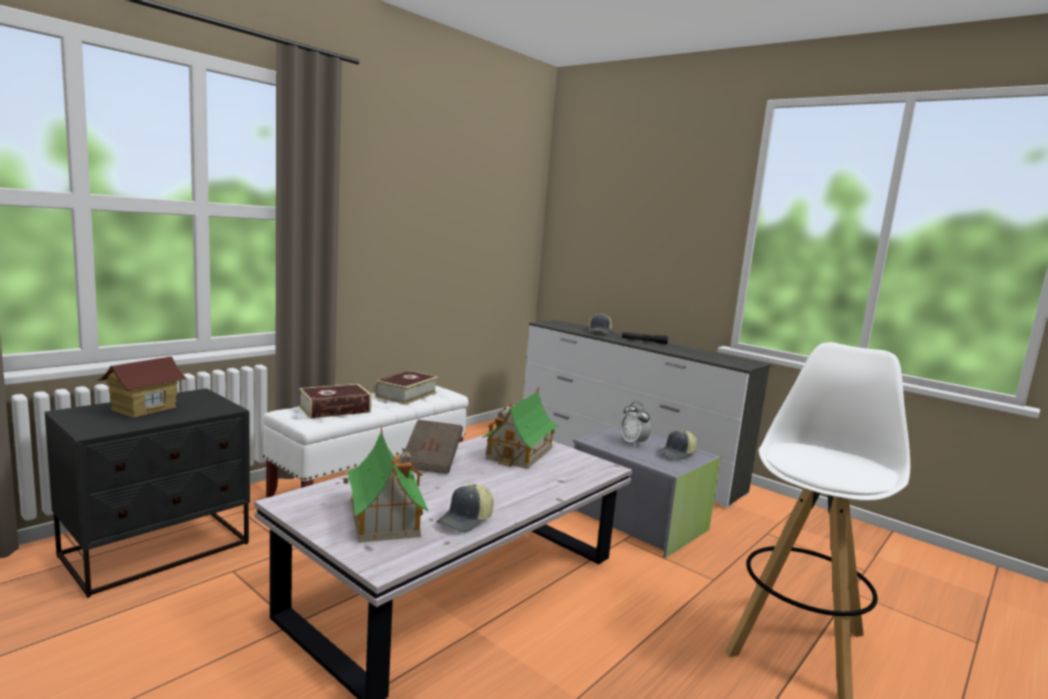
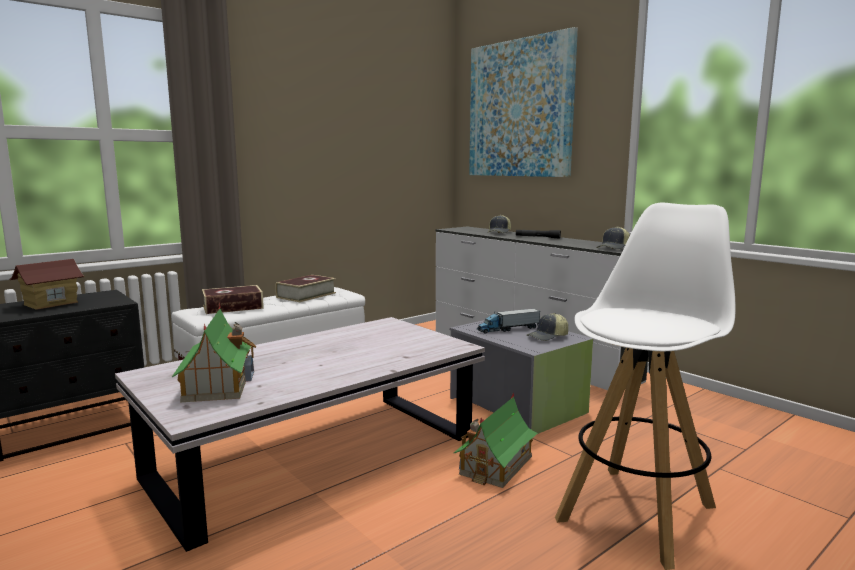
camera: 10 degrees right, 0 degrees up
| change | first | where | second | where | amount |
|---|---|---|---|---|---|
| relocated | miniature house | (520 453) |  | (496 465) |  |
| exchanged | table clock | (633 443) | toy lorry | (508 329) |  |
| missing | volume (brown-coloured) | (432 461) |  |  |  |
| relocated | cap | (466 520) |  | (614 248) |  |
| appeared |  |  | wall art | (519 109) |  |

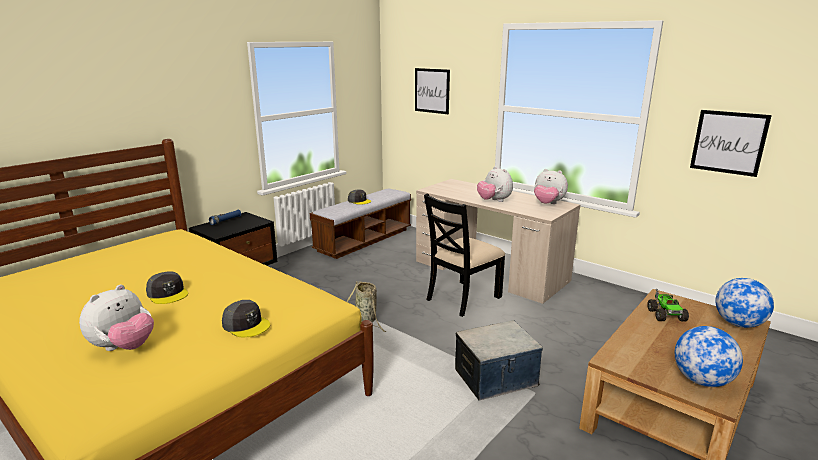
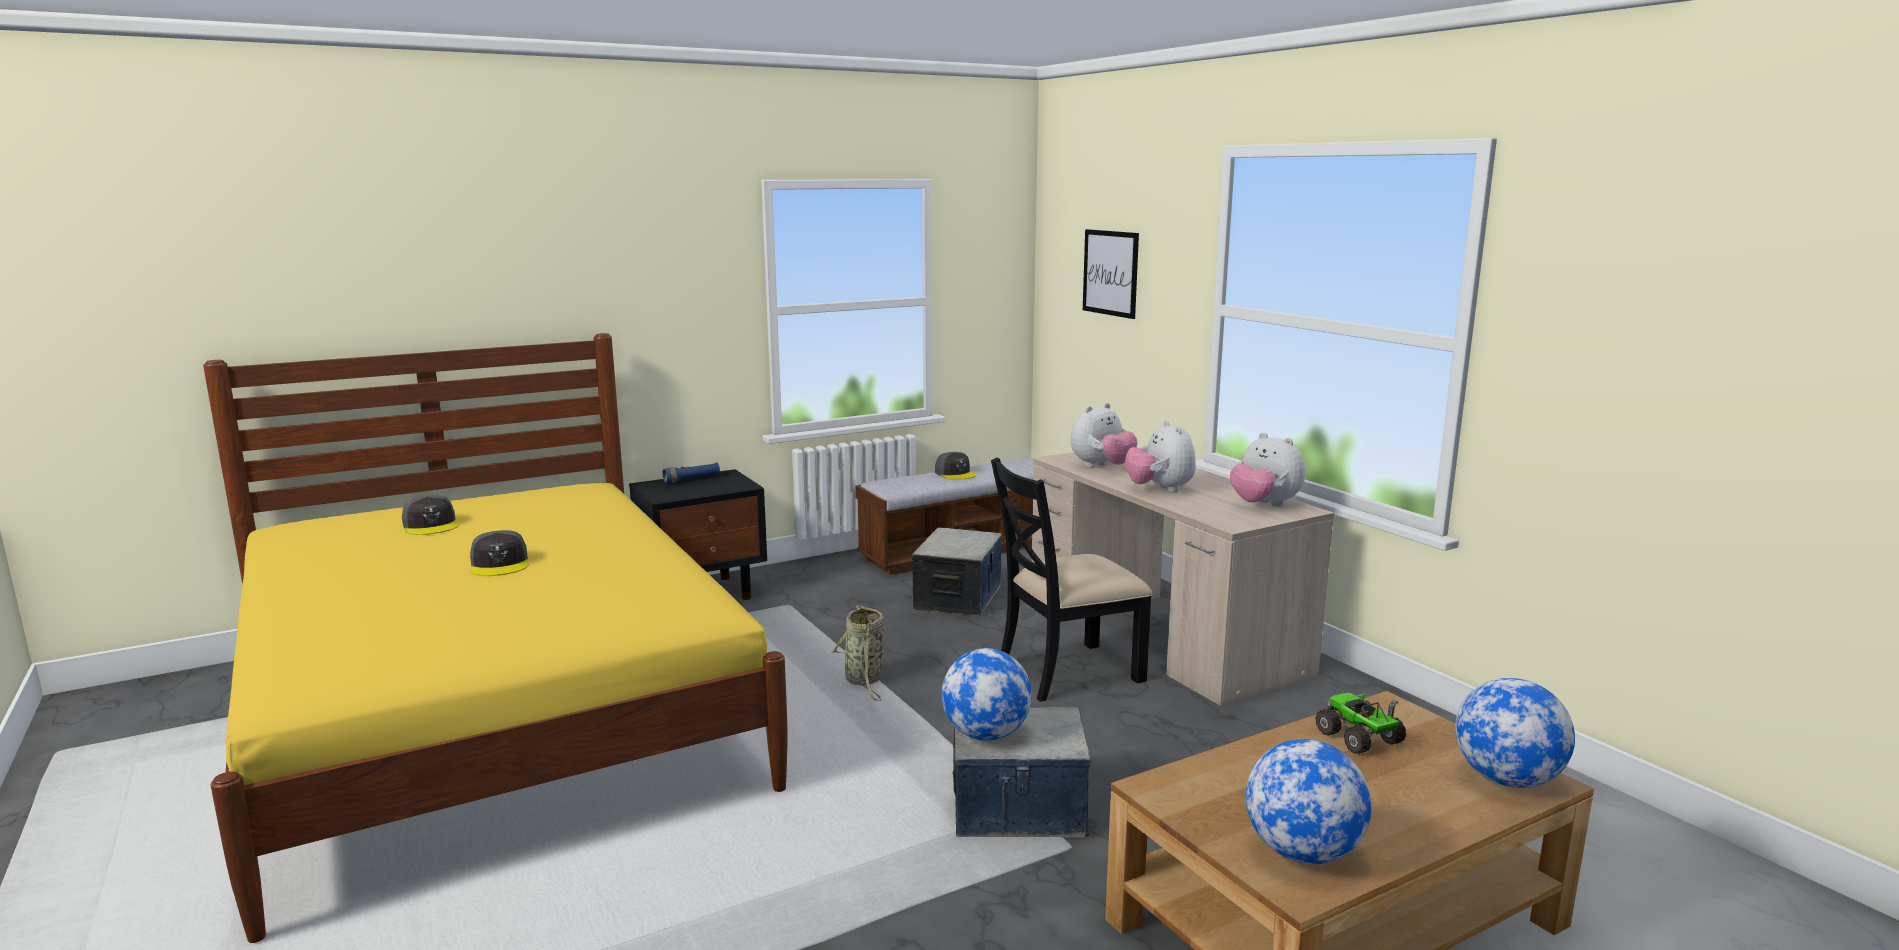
camera: 20 degrees right, 5 degrees down
| change | first | where | second | where | amount |
|---|---|---|---|---|---|
| missing | wall art | (728 142) |  |  |  |
| relocated | cuddly toy | (124 347) |  | (1102 467) |  |
| spun | toy lorry | (666 315) |  | (1359 738) | 135 degrees clockwise |
| relocated | cap (greyish) | (246 325) |  | (431 525) |  |
| appeared |  |  | storage bin | (959 598) |  |
| appeared |  |  | desk globe | (986 735) |  |

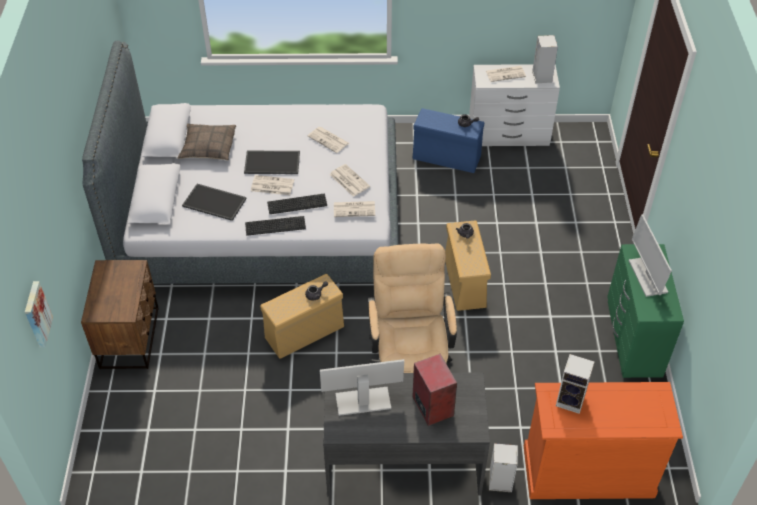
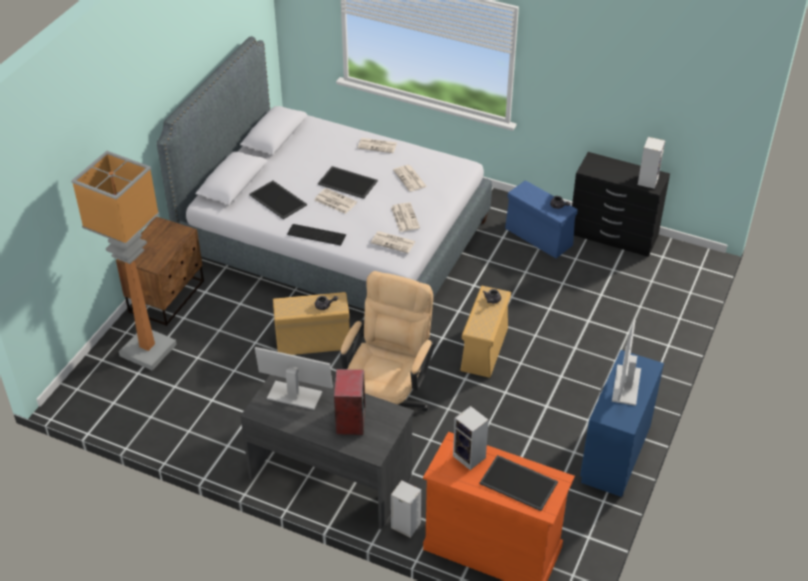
camera: 25 degrees right, 5 degrees down
| change | first | where | second | where | amount |
|---|---|---|---|---|---|
| colour | drawer chest (whitish) | (509 135) | drawer chest (blackish) | (613 235) |  |
| relocated | printed paper | (505 74) |  | (378 145) |  |
| missing | cushion | (208 147) |  |  |  |
| missing | computer keyboard | (296 203) |  |  |  |
| colour | drawer chest (greenish) | (633 339) | drawer chest (blue-coloured) | (614 453) |  |
| missing | wall art | (36 314) |  |  |  |
| appeared |  |  | floor lamp | (148 349) |  |
| appeared |  |  | serving tray | (519 482) |  |

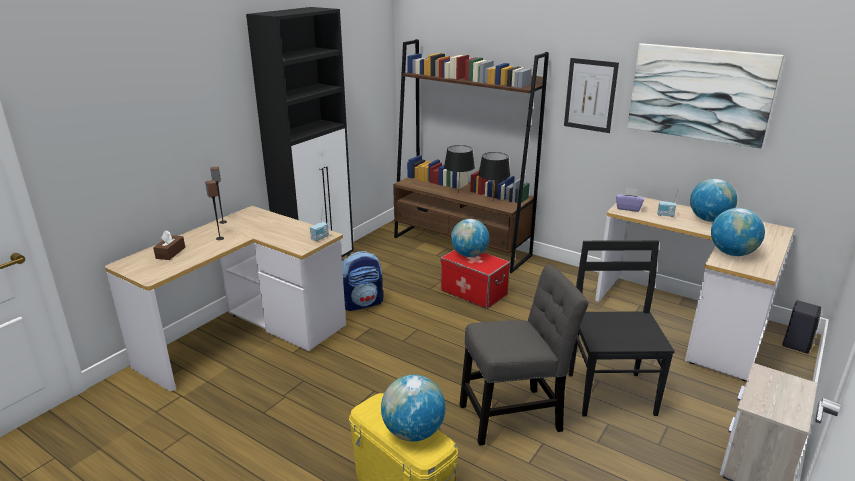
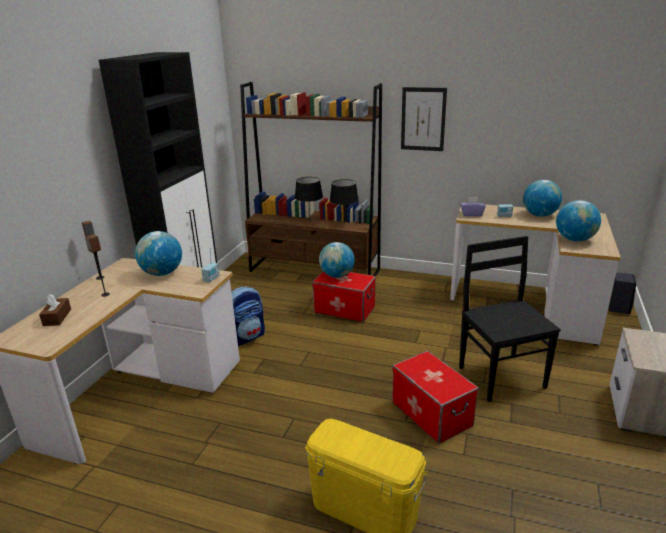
camera: 15 degrees left, 0 degrees up
| change | first | where | second | where | amount |
|---|---|---|---|---|---|
| missing | wall art | (699 94) |  |  |  |
| exchanged | chair (greyish) | (515 415) | storage bin | (432 413) |  |
| relocated | desk globe | (413 432) |  | (162 273) |  |

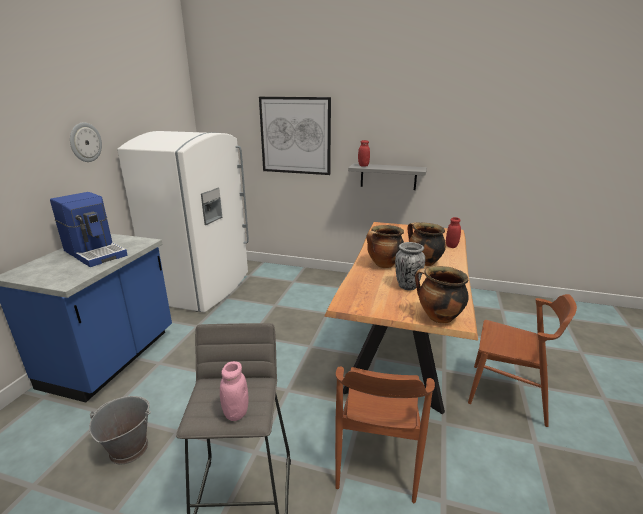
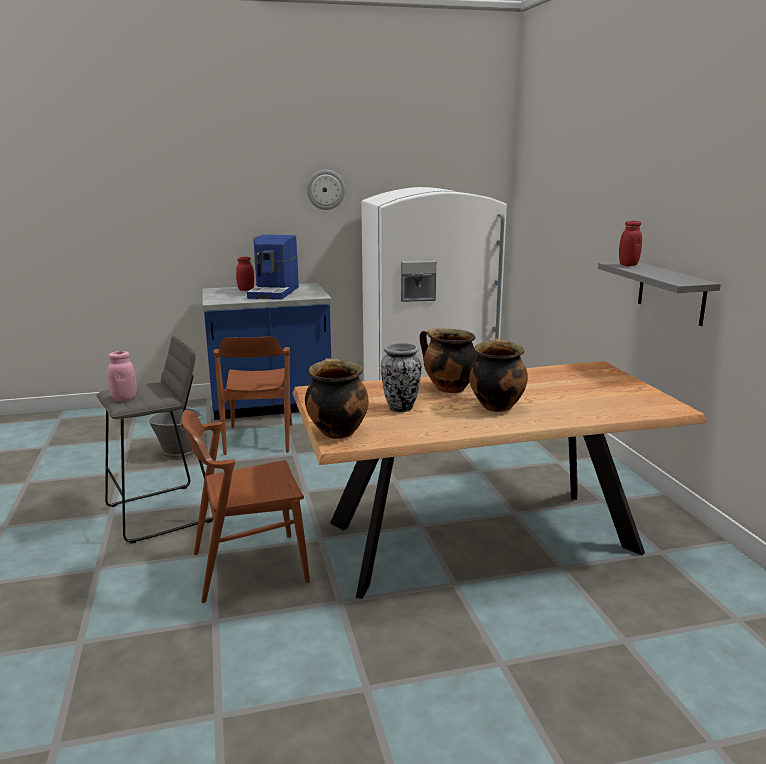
camera: 60 degrees right, 5 degrees down
| change | first | where | second | where | amount |
|---|---|---|---|---|---|
| missing | wall art | (295 136) |  |  |  |
| relocated | storage jar (red-coloured) | (451 246) |  | (246 290) |  |
| relocated | chair (brown-coloured) | (508 394) |  | (259 439) |  |

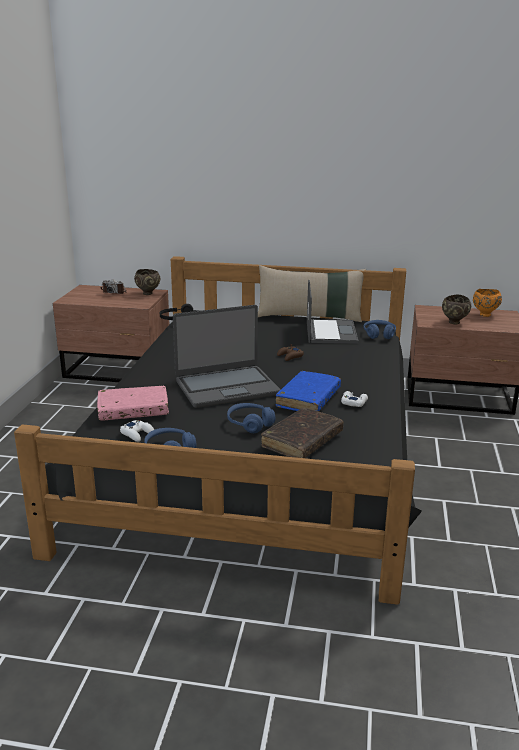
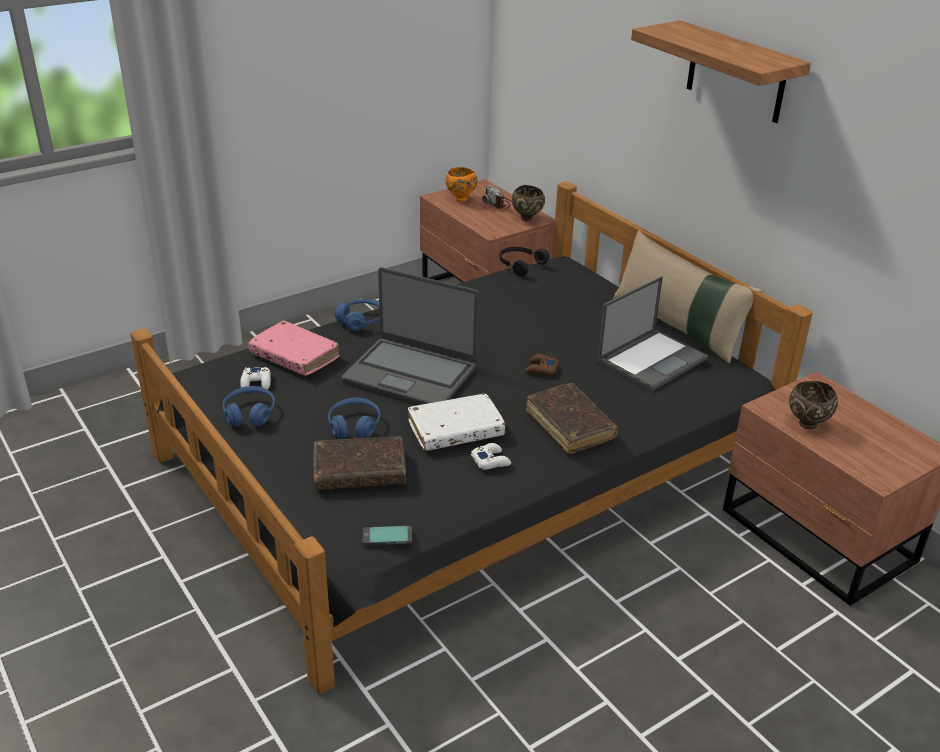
camera: 45 degrees right, 10 degrees up
| change | first | where | second | where | amount |
|---|---|---|---|---|---|
| relocated | deep dish (orange-coloured) | (484 315) |  | (460 199) |  |
| relocated | pair of headphones (blue-coloured) | (379 334) |  | (361 321) |  |
| colour | volume (blue-coloured) | (308 399) | volume (whitish) | (455 430) |  |
| appeared |  |  | shelf | (736 73) |  |
| appeared |  |  | volume (brown-coloured) | (570 426) |  |
| appeared |  |  | handset | (387 536) |  |

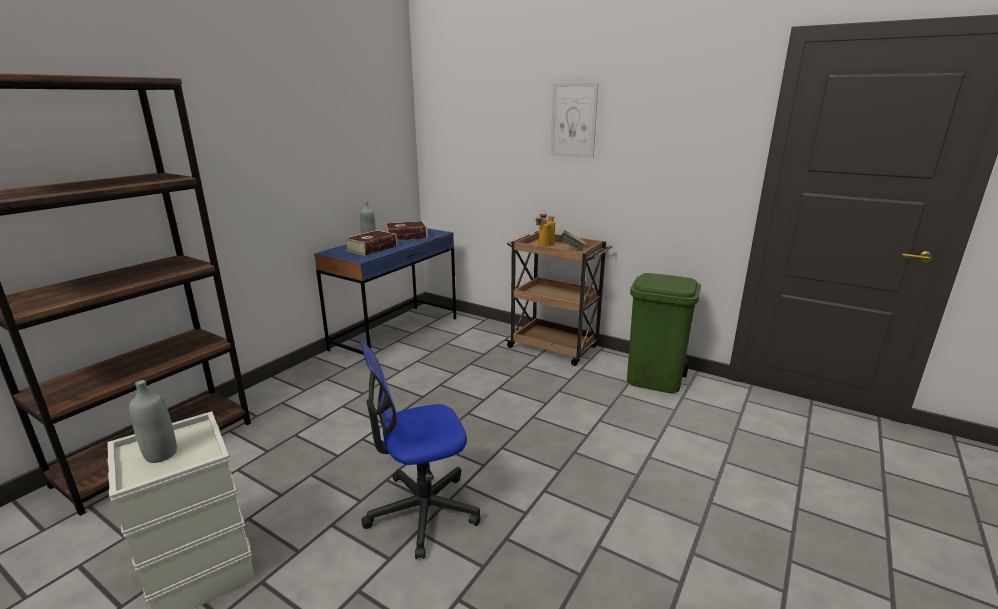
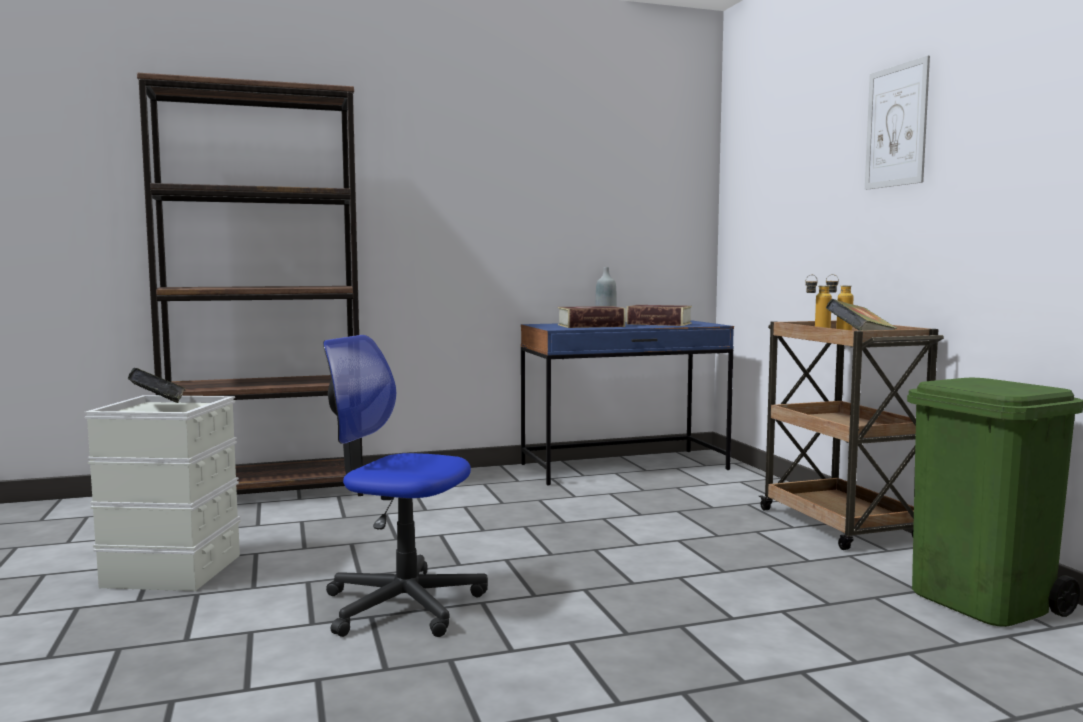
camera: 40 degrees right, 15 degrees down
| change | first | where | second | where | amount |
|---|---|---|---|---|---|
| exchanged | beverage bottle (greyish) | (161 454) | volume | (159 409) |  |

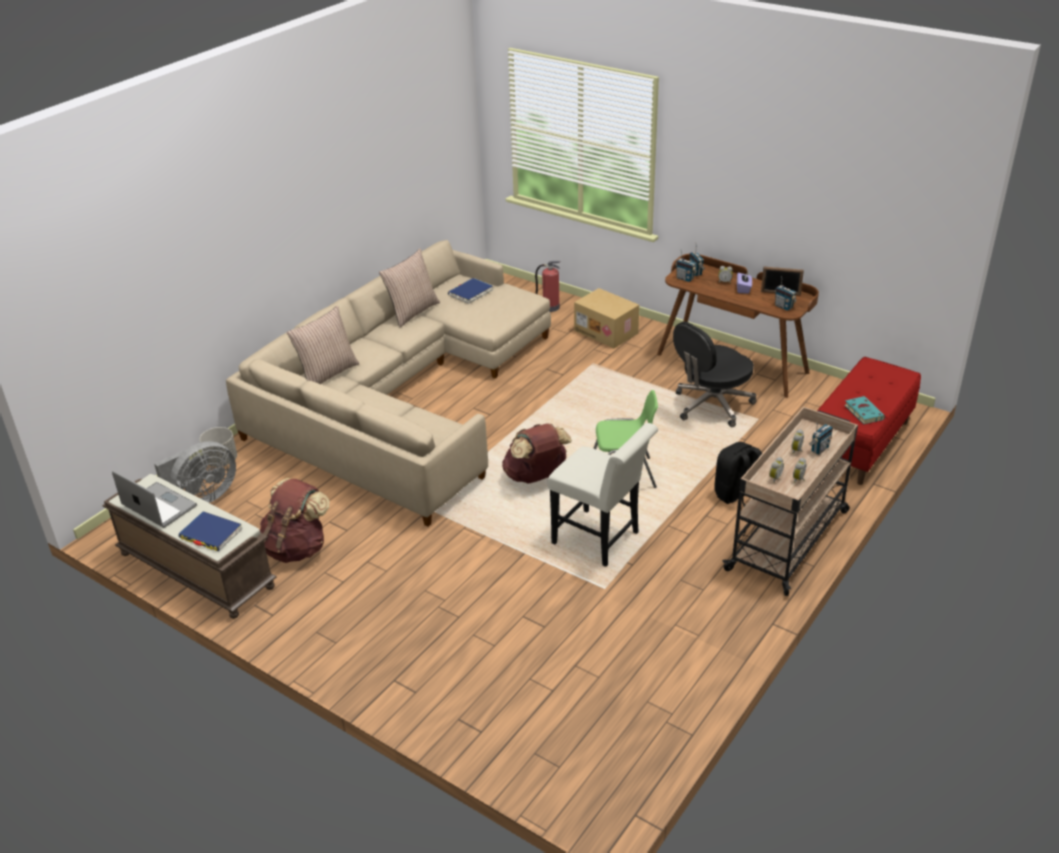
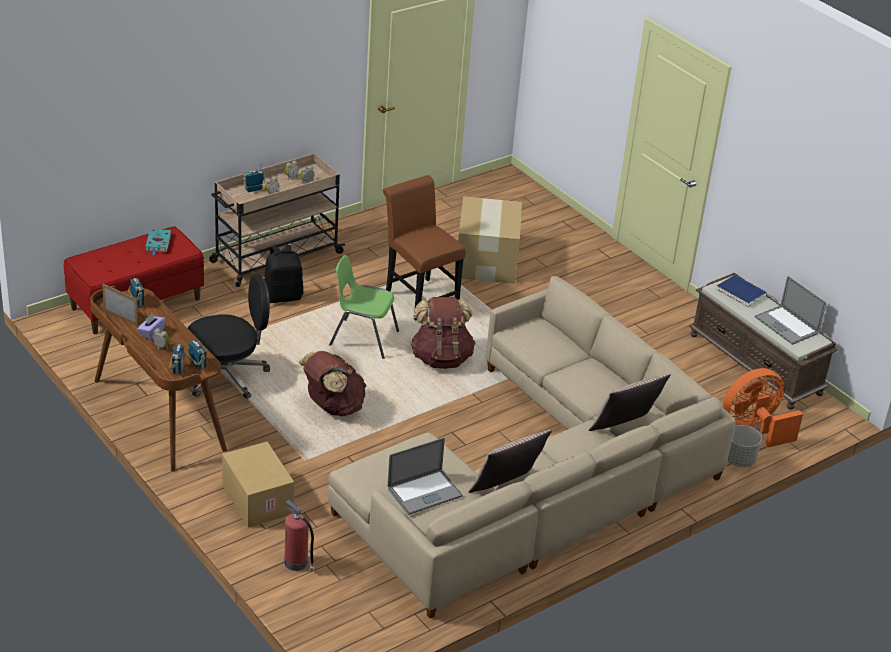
camera: 165 degrees left, 0 degrees up
| change | first | where | second | where | amount |
|---|---|---|---|---|---|
| exchanged | volume (blue-coloured) | (470 292) | notebook computer | (424 492) |  |
| colour | chair (whitish) | (601 540) | chair (brown-coloured) | (418 296) |  |
| colour | cooling fan (greyish) | (203 496) | cooling fan (orange-coloured) | (755 427) |  |
| relocated | backpack (brown-coloured) | (297 548) |  | (332 407) |  |
| appeared |  |  | carton | (487 260) |  |

